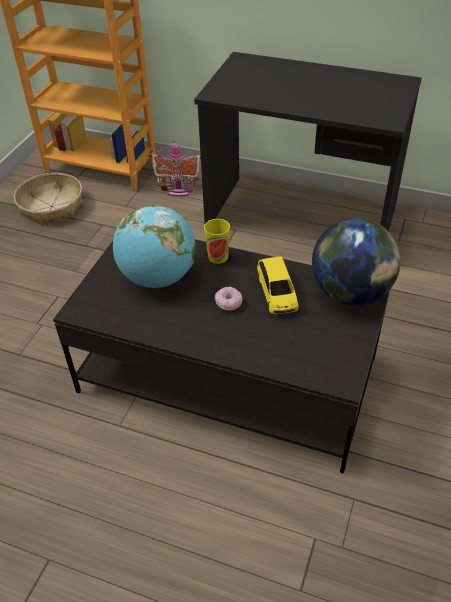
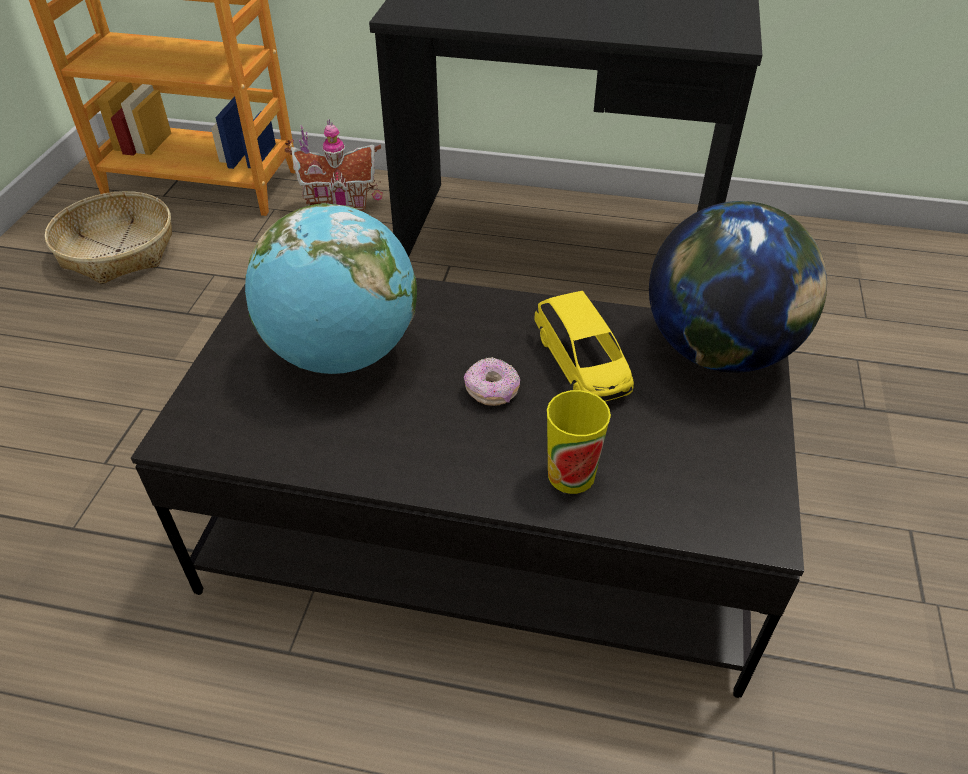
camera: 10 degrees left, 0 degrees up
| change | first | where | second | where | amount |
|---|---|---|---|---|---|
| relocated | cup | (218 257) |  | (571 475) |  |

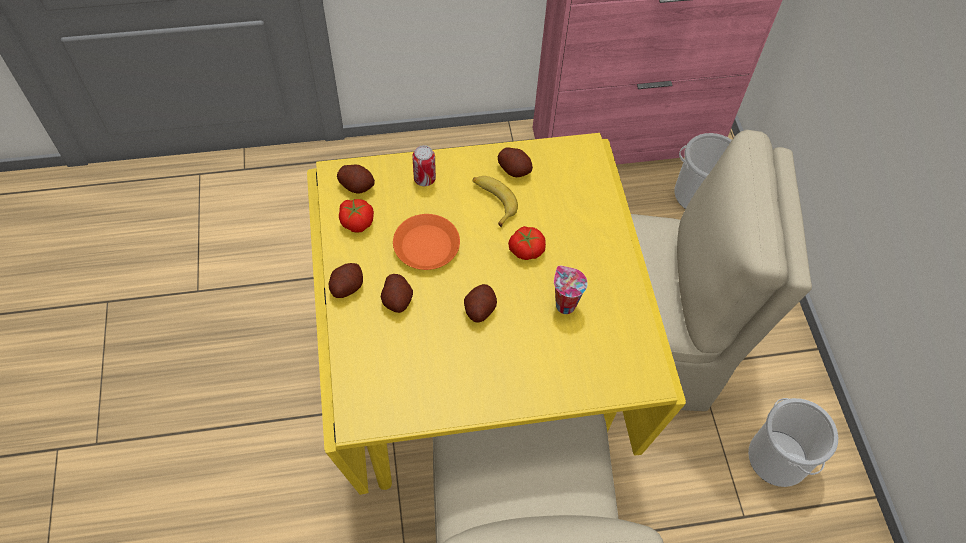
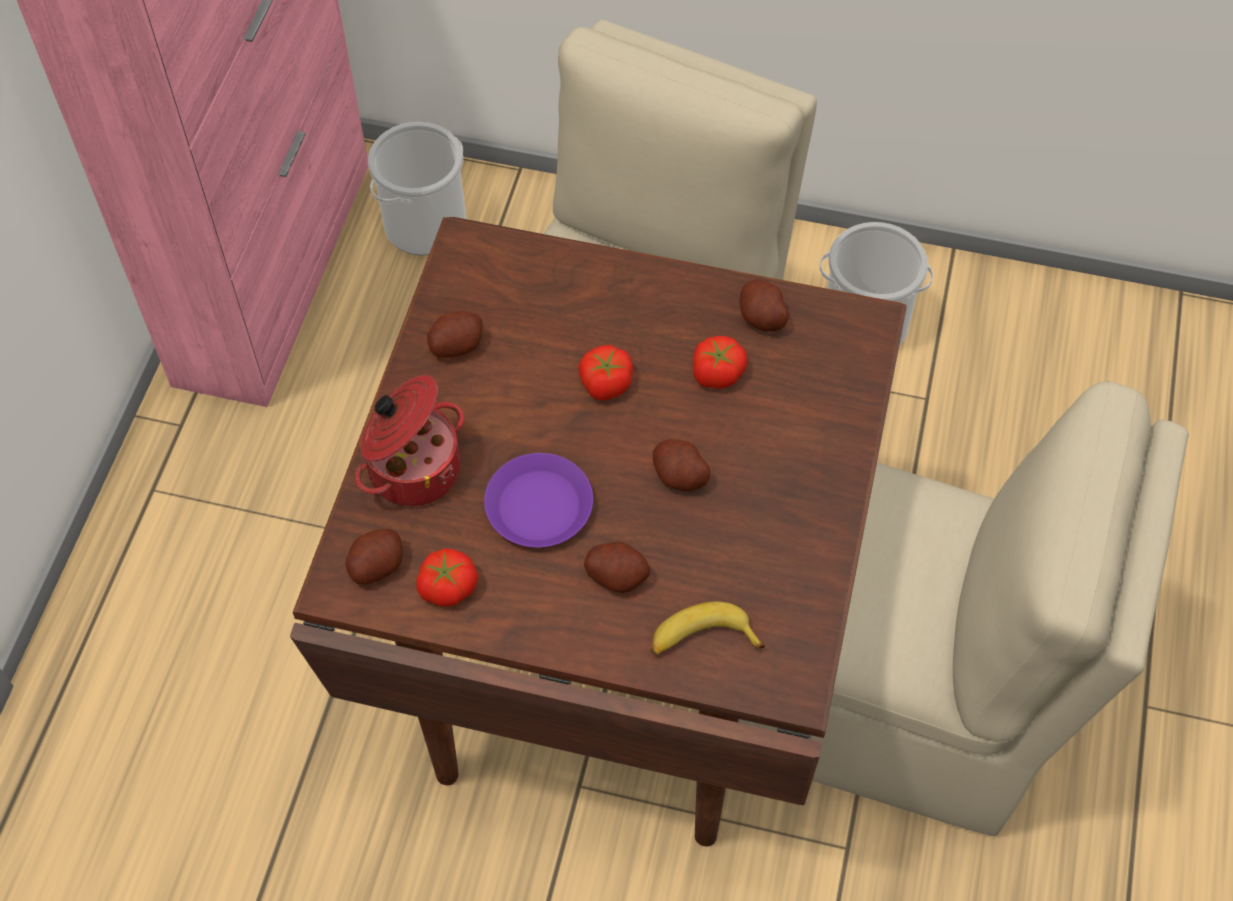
camera: 65 degrees left, 0 degrees up
| change | first | where | second | where | amount |
|---|---|---|---|---|---|
| colour | dining table (yellow-coloured) | (476 396) | dining table (brown-coloured) | (619 654) |  |
| exchanged | can | (424 179) | saucepot | (412 468) |  |
| relocated | banana fruit | (493 201) |  | (701 640) |  |
| colour | plate (orange-coloured) | (426 246) | plate (purplish) | (539 506) |  |
| relocated | whole potato | (346 286) |  | (762 317) |  |
| exchanged | cup | (564 304) | tomato | (716 372) |  |

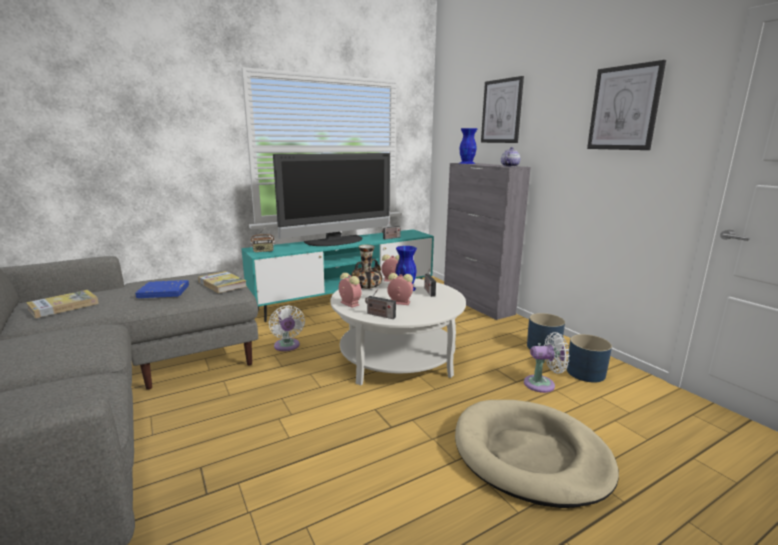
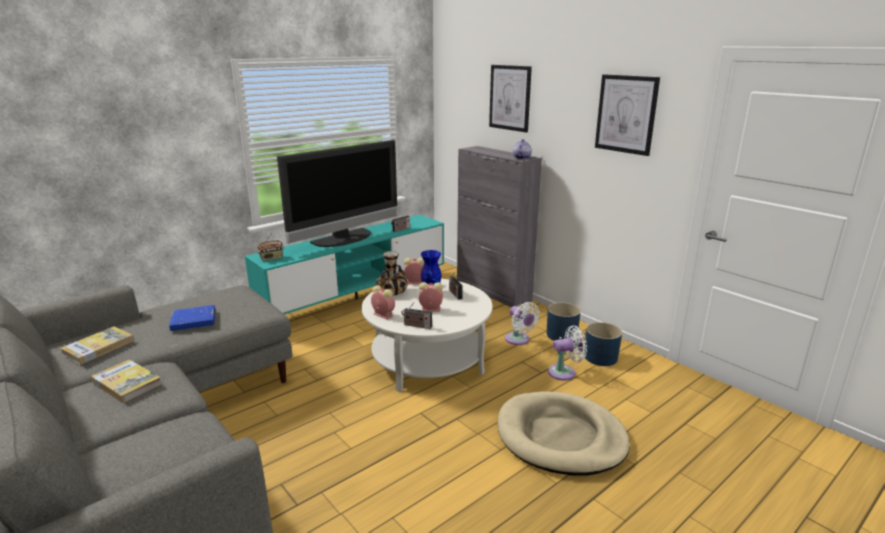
camera: 10 degrees left, 5 degrees up
| change | first | where | second | where | amount |
|---|---|---|---|---|---|
| missing | flower vase (blue-coloured) | (467 163) |  |  |  |
| relocated | volume | (222 284) |  | (127 383) |  |
| relocated | cooling fan (whitish) | (287 346) |  | (519 340) |  |

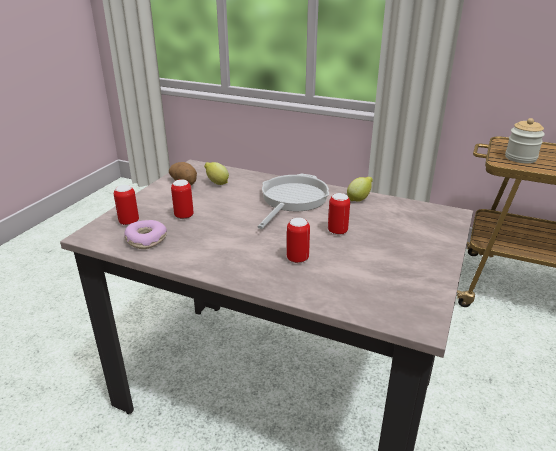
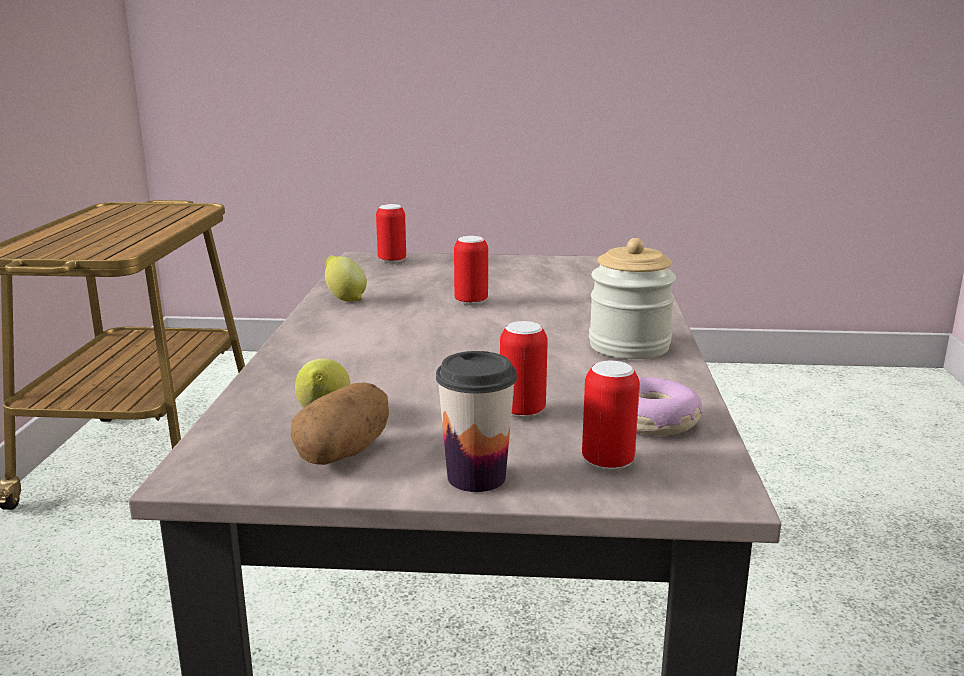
camera: 110 degrees left, 10 degrees down
| change | first | where | second | where | amount |
|---|---|---|---|---|---|
| relocated | storage jar | (520 158) |  | (629 346) |  |
| missing | skillet | (292 199) |  |  |  |
| relocated | can | (297 259) |  | (392 260) |  |
| appeared |  |  | cup | (476 477) |  |

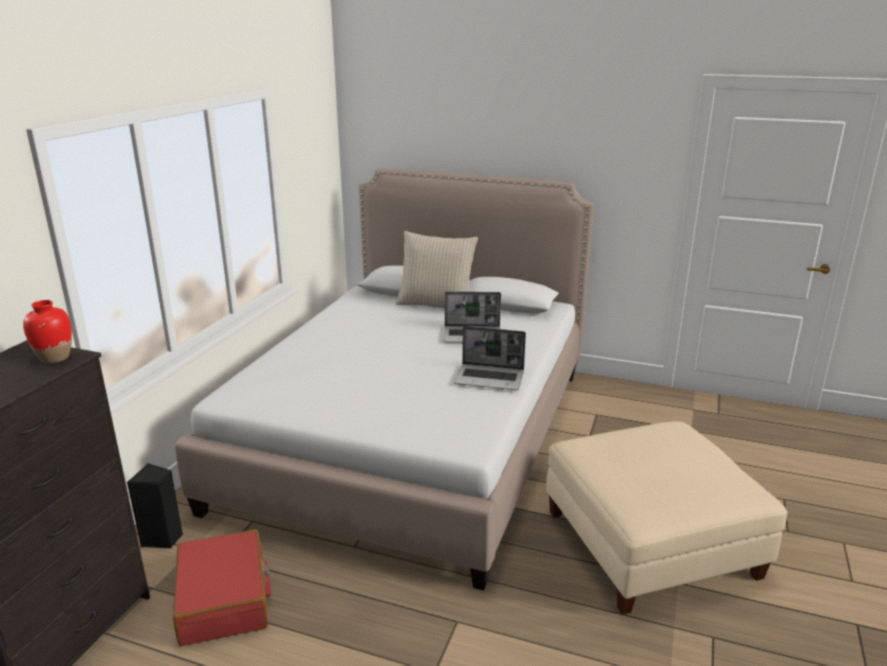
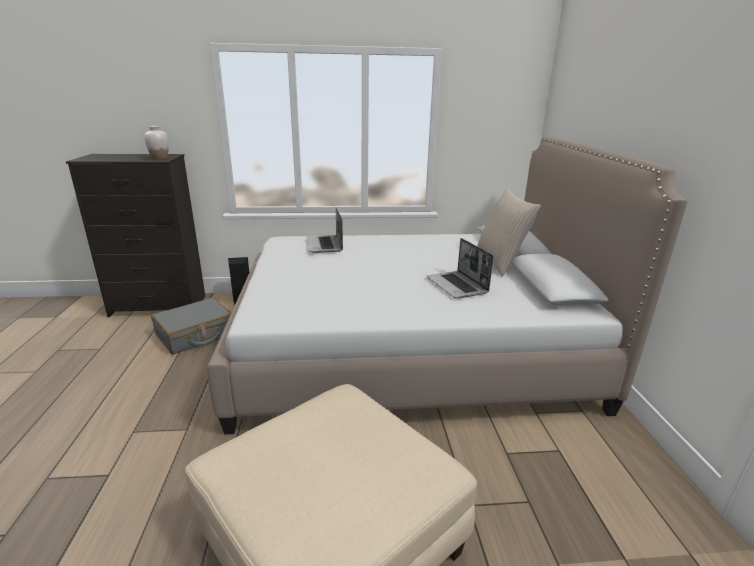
camera: 65 degrees right, 0 degrees up
| change | first | where | second | where | amount |
|---|---|---|---|---|---|
| colour | flower vase (red-coloured) | (55 358) | flower vase (whitish) | (159 158) |  |
| relocated | notebook computer | (490 378) |  | (325 245) |  |
| colour | travel case (red-coloured) | (224 599) | travel case (greyish) | (196 334) |  |

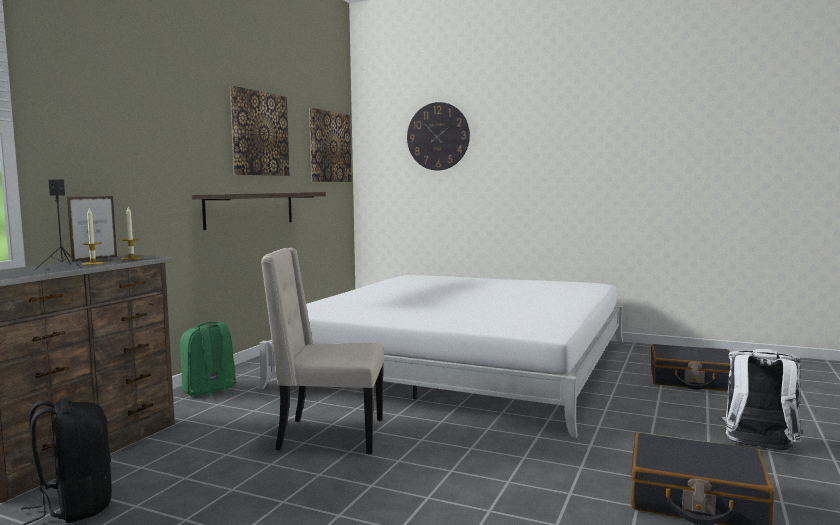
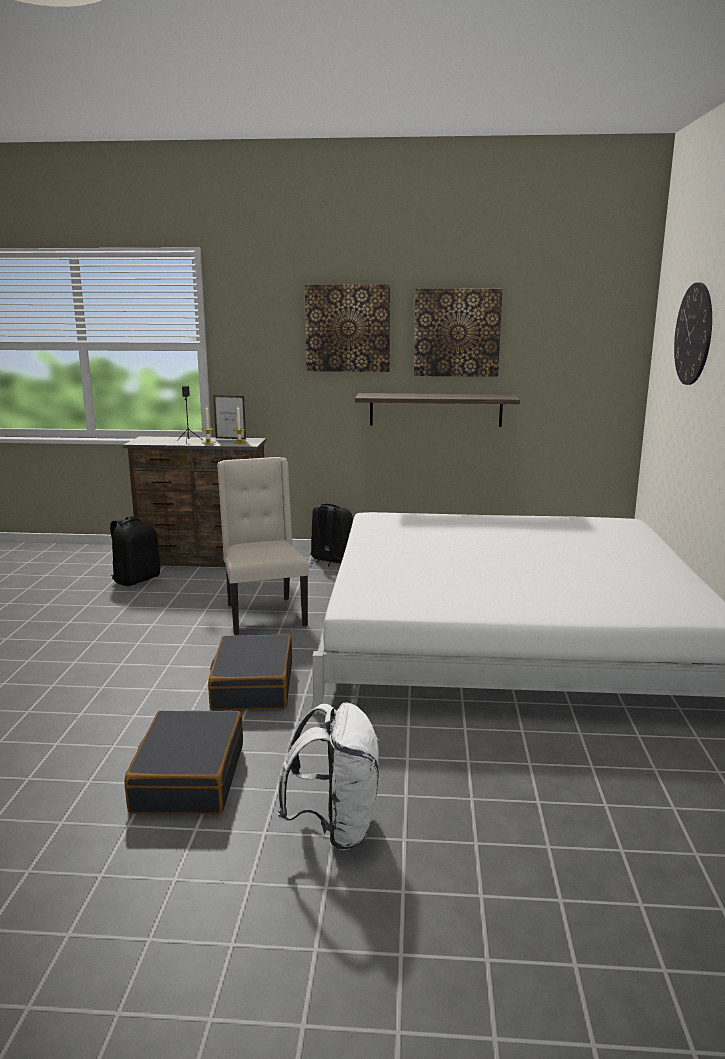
camera: 70 degrees right, 10 degrees up
| change | first | where | second | where | amount |
|---|---|---|---|---|---|
| relocated | wall art | (329 147) |  | (347 328) |  |
| colour | backpack (greenish) | (209 391) | backpack (blackish) | (330 560) |  |
| relocated | travel case (blackish) | (691 380) |  | (252 686) |  |

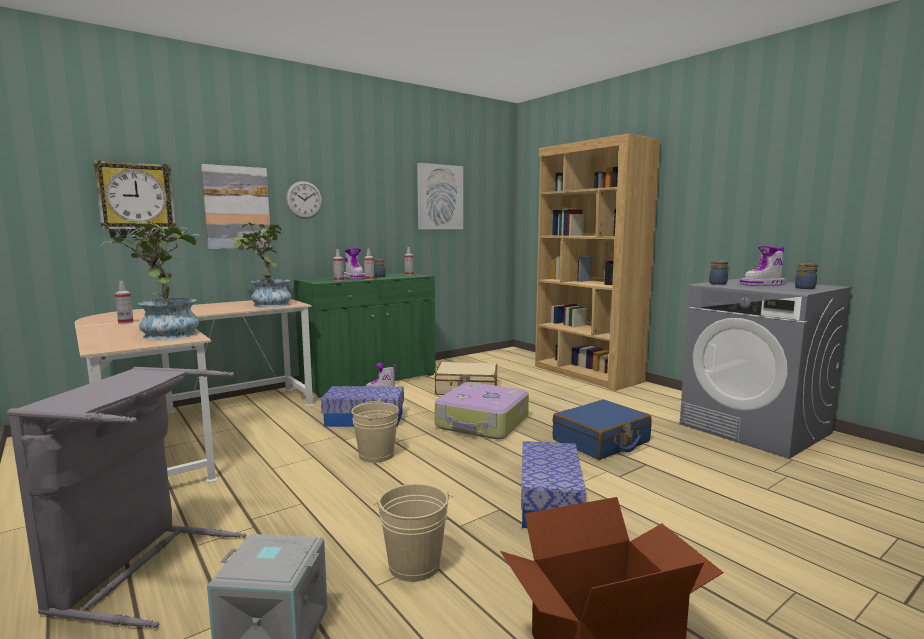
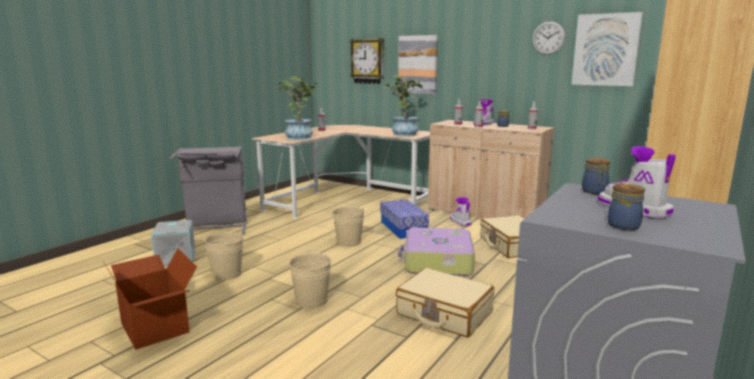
camera: 70 degrees right, 5 degrees up
| change | first | where | second | where | amount |
|---|---|---|---|---|---|
| relocated | clock on the wall | (304 200) |  | (548 38) |  |
| colour | storage cabinet (greenish) | (370 380) | storage cabinet (beige) | (485 213) |  |
| colour | travel case (blue-coloured) | (601 441) | travel case (beige) | (444 313) |  |
| exchanged | storage bin | (550 501) | pail (beige) | (311 301) |  |

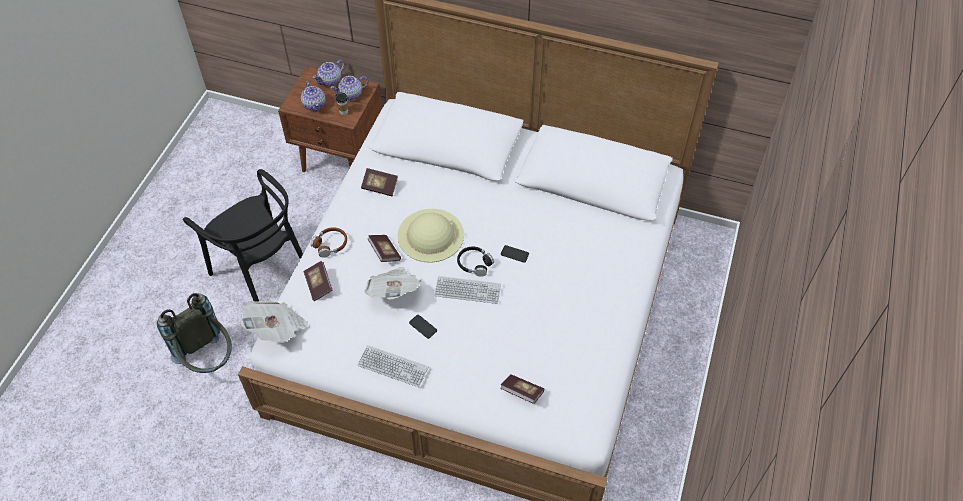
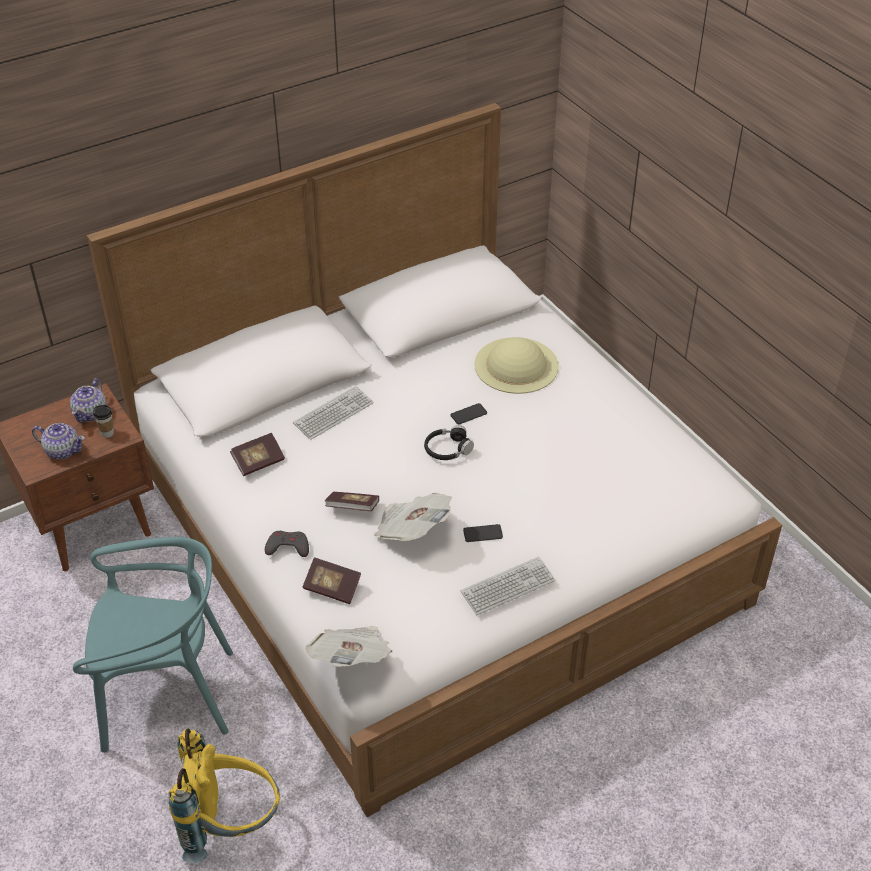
camera: 50 degrees left, 10 degrees down
| change | first | where | second | where | amount |
|---|---|---|---|---|---|
| missing | tea pot | (330 81) |  |  |  |
| colour | chair (blackish) | (263 273) | chair (turquoise) | (166 695) |  |
| relocated | hat (beige) | (430 235) |  | (516 365) |  |
| exchanged | pair of headphones (brown-coloured) | (330 245) | joypad (greyish) | (288 547) |  |
| relocated | computer keyboard | (467 290) |  | (333 414) |  |
| colour | backpack (greyish) | (209 360) | backpack (yellow-coloured) | (231 825) |  |
| missing | volume | (522 392) |  |  |  |

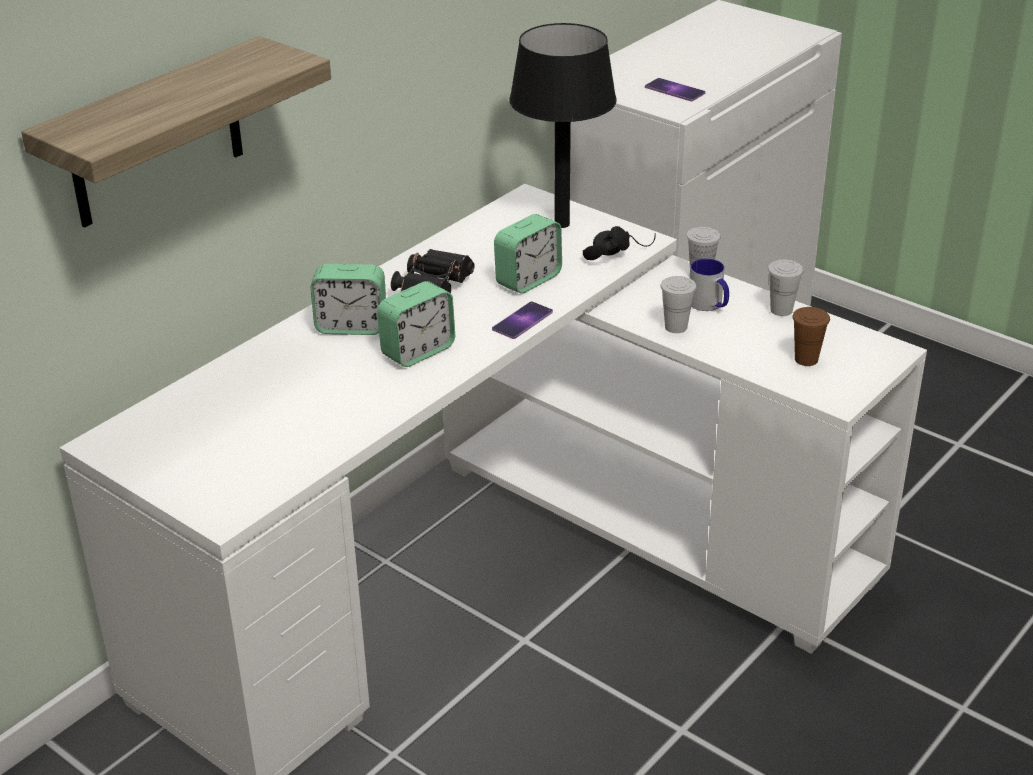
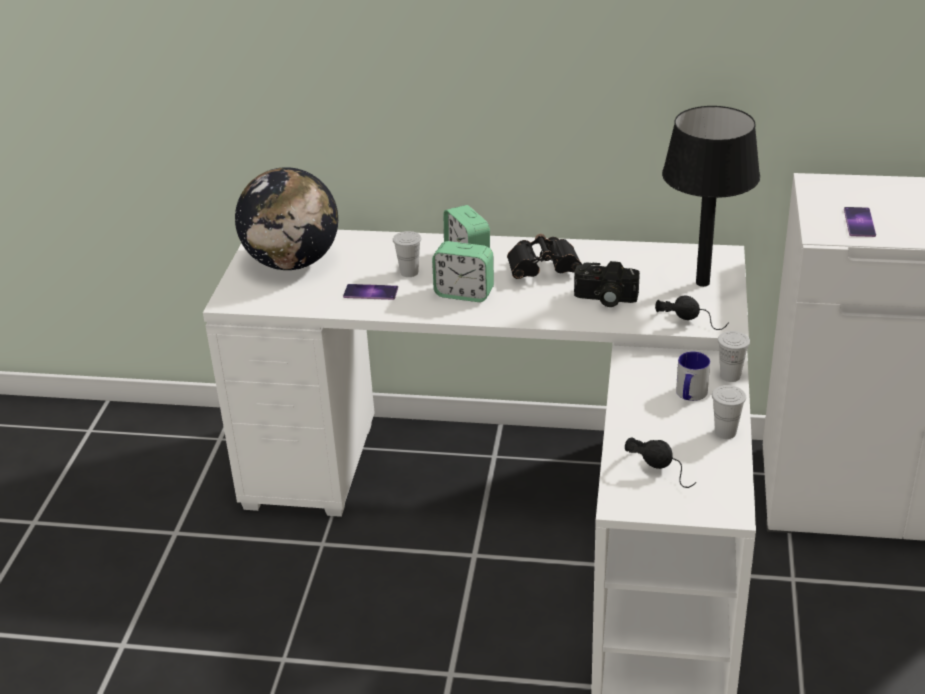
camera: 60 degrees right, 0 degrees up
| change | first | where | second | where | amount |
|---|---|---|---|---|---|
| missing | shelf | (156 135) |  |  |  |
| exchanged | table clock | (528 280) | photo camera | (604 299) |  |
| relocated | cup (whitish) | (676 327) |  | (409 272) |  |
| relocated | handset | (522 320) |  | (370 292) |  |
| exchanged | cup (brown-coloured) | (806 359) | pair of headphones (blackish) | (663 469) |  |
| appeared |  |  | desk globe | (292 263) |  |

